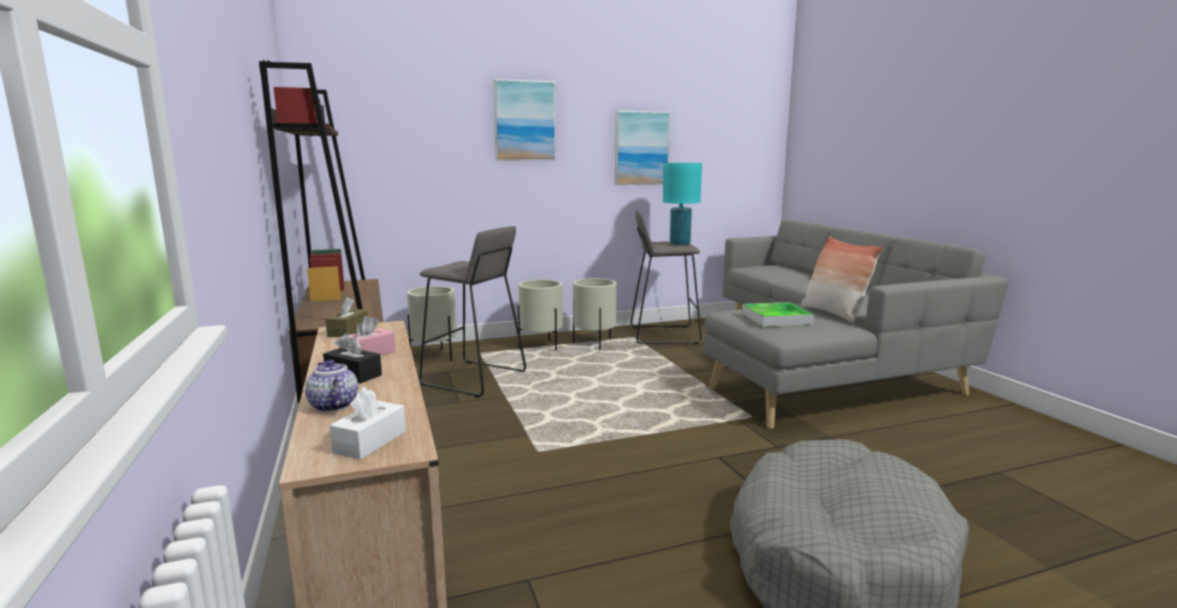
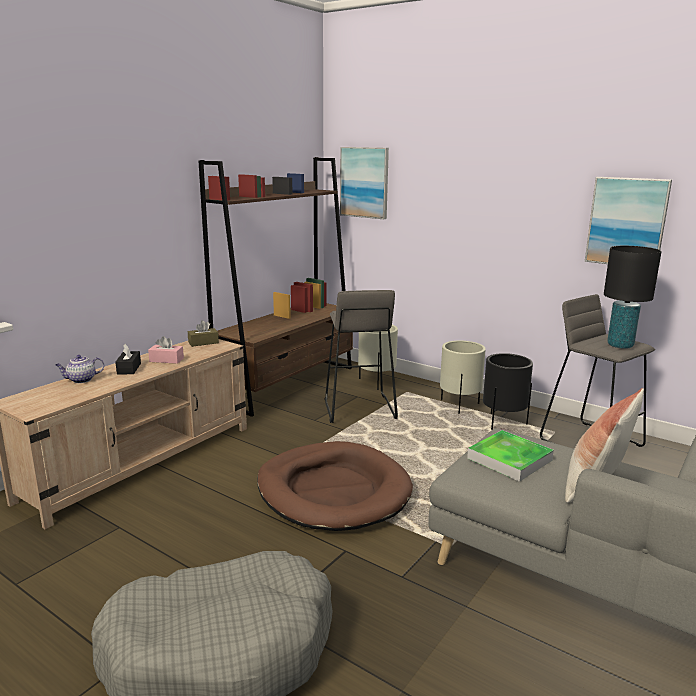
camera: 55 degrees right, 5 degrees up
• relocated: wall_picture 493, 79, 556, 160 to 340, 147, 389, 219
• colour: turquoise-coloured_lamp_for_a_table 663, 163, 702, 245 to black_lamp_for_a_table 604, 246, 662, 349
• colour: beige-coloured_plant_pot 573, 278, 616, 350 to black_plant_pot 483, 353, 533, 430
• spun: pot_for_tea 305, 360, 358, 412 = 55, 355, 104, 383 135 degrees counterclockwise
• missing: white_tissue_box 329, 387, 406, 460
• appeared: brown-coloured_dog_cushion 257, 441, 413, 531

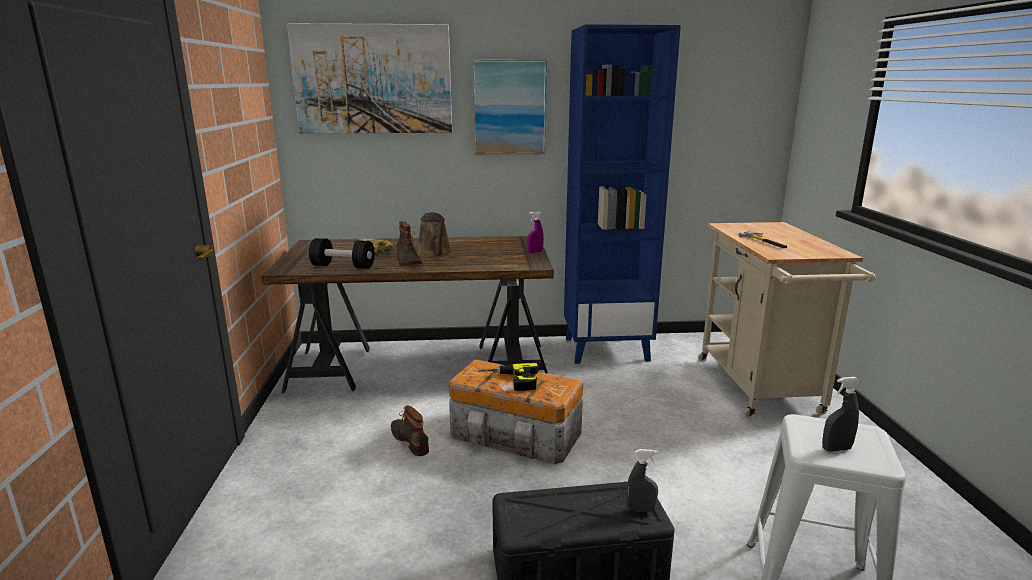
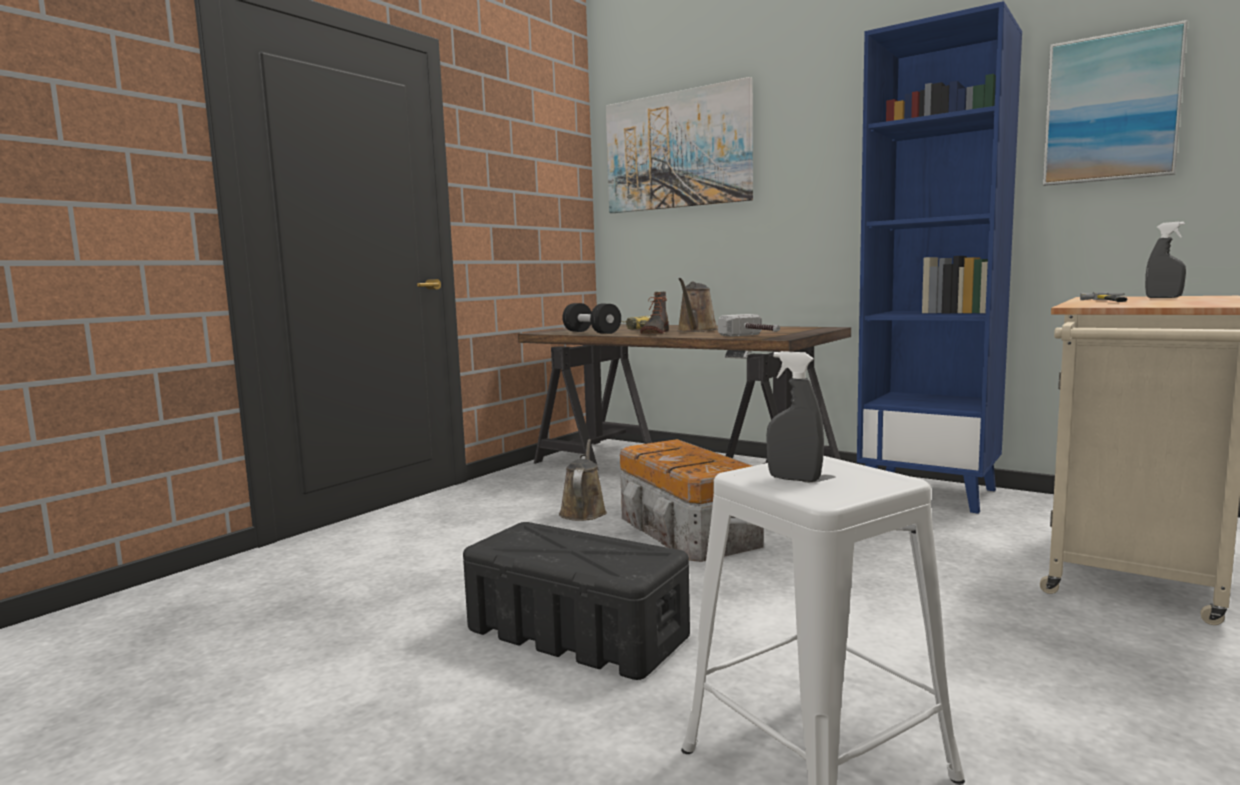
camera: 40 degrees right, 10 degrees down
• relocated: wall_picture 472, 59, 547, 155 to 1043, 20, 1188, 186
• missing: purple-coloured_hand_sprayer 527, 211, 544, 253
• missing: power_drill 478, 363, 539, 391
• exchanged: boot 391, 405, 429, 456 to brown-coloured_watering_pot 559, 439, 607, 521
• relocated: greyish_hand_sprayer 626, 449, 658, 512 to 1145, 221, 1186, 298
• appeared: hammer 718, 314, 780, 337

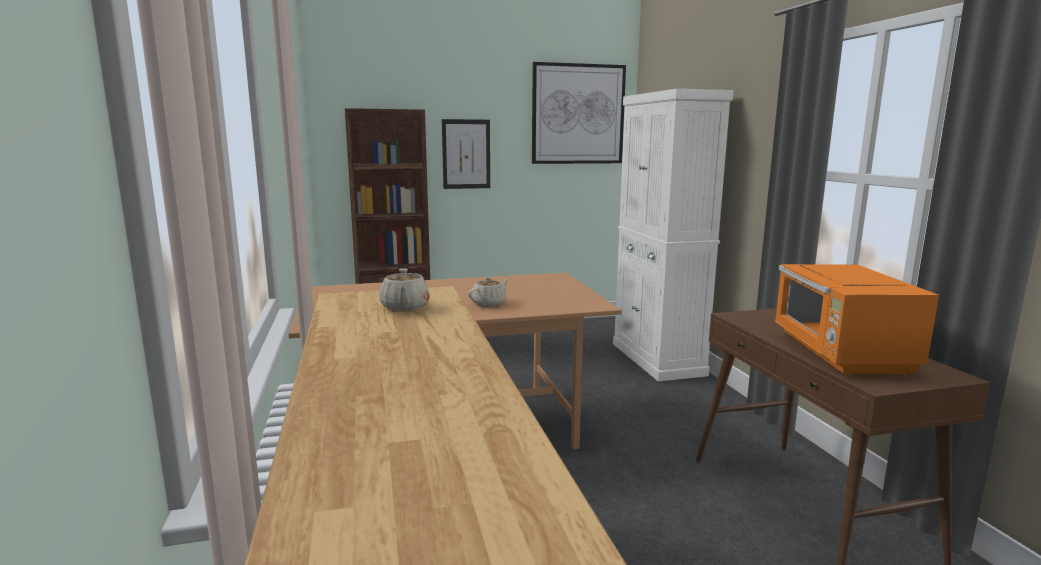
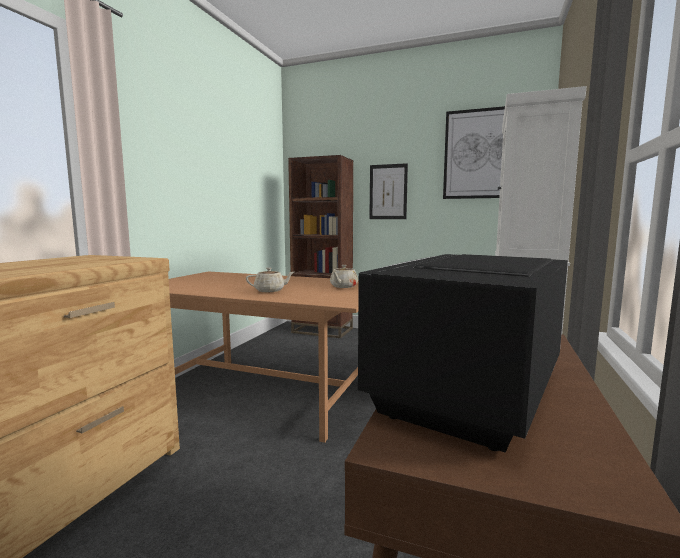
camera: 35 degrees right, 5 degrees down
• colour: orange_microwave 775, 264, 939, 376 to black_microwave 358, 254, 568, 452
• relocated: beige-coloured_pot_for_tea 379, 268, 430, 311 to 330, 265, 358, 288

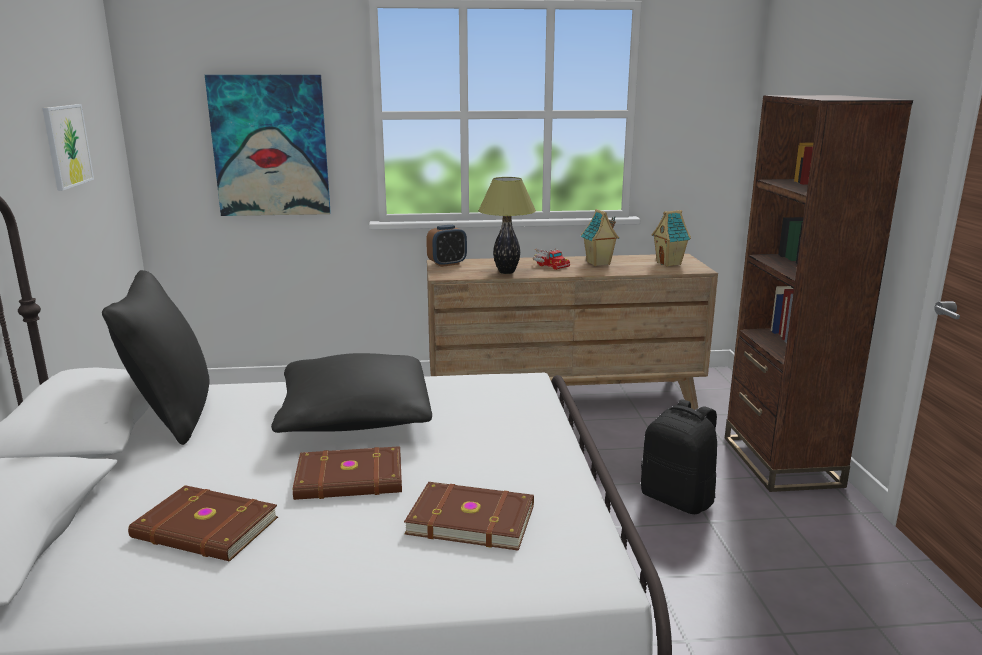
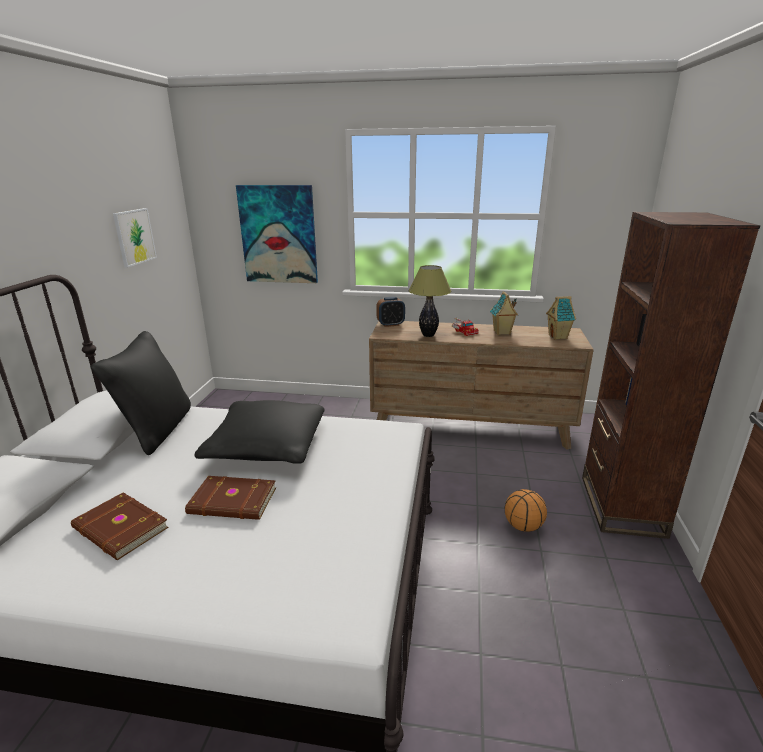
camera: 15 degrees right, 5 degrees up
• exchanged: black_backpack 641, 399, 717, 514 to basketball 505, 489, 547, 532
• missing: brown-coloured_bound_book 404, 482, 534, 551

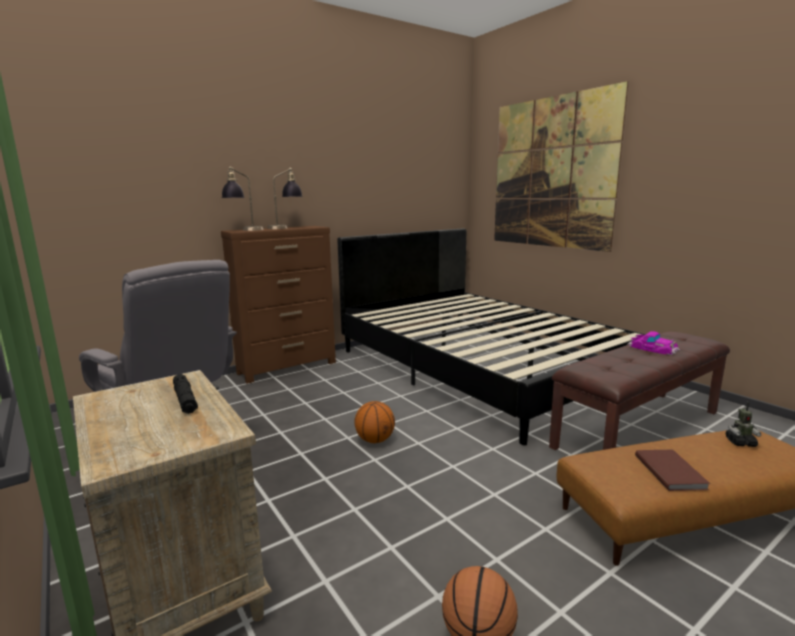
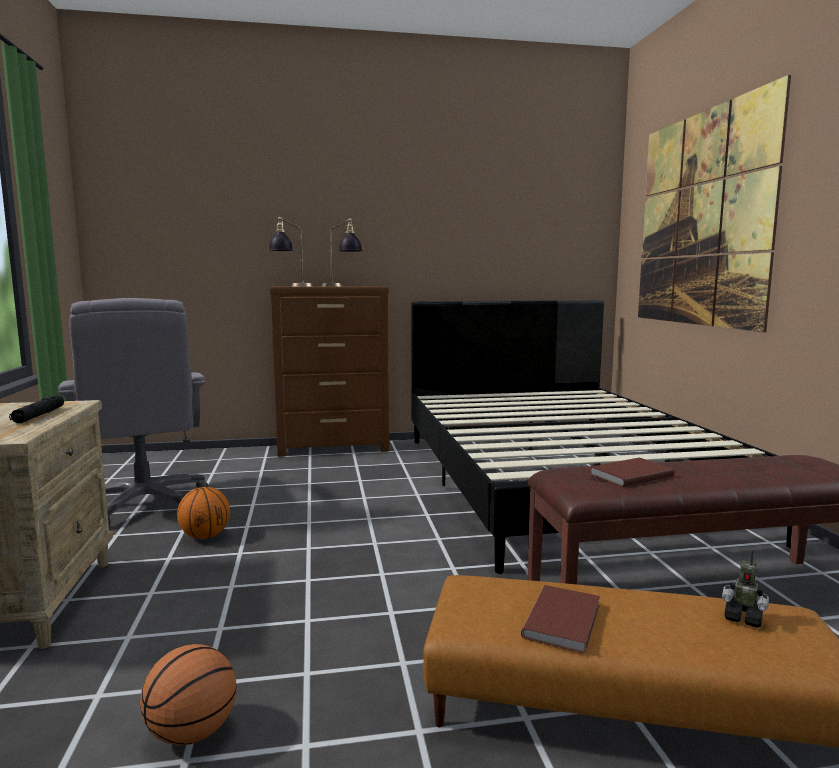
camera: 25 degrees right, 5 degrees down
• missing: toy_car 627, 331, 680, 355
• relocated: basketball 354, 401, 395, 443 to 177, 487, 230, 539
• appeared: brown-coloured_bound_book 590, 457, 674, 487

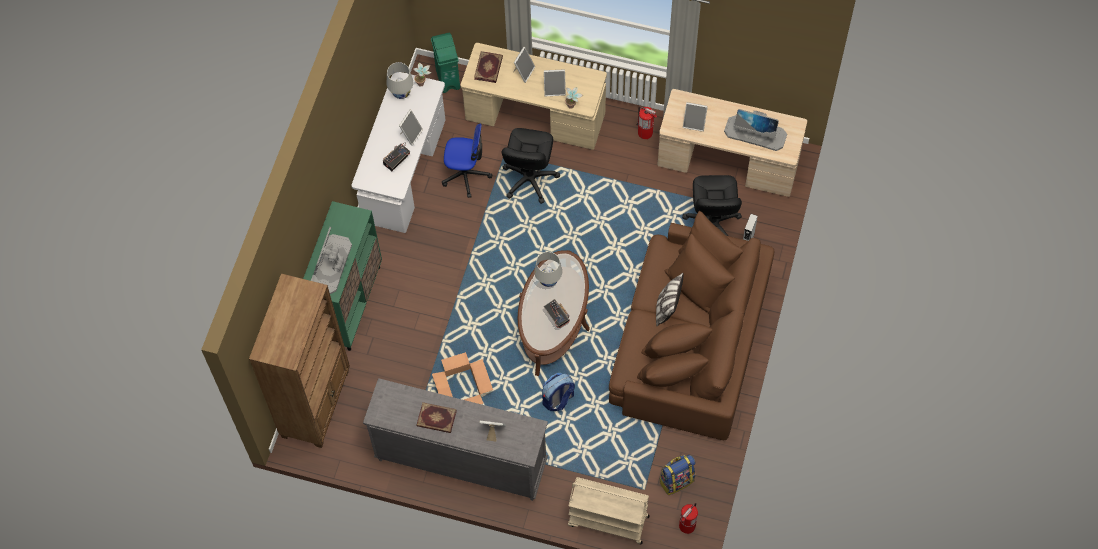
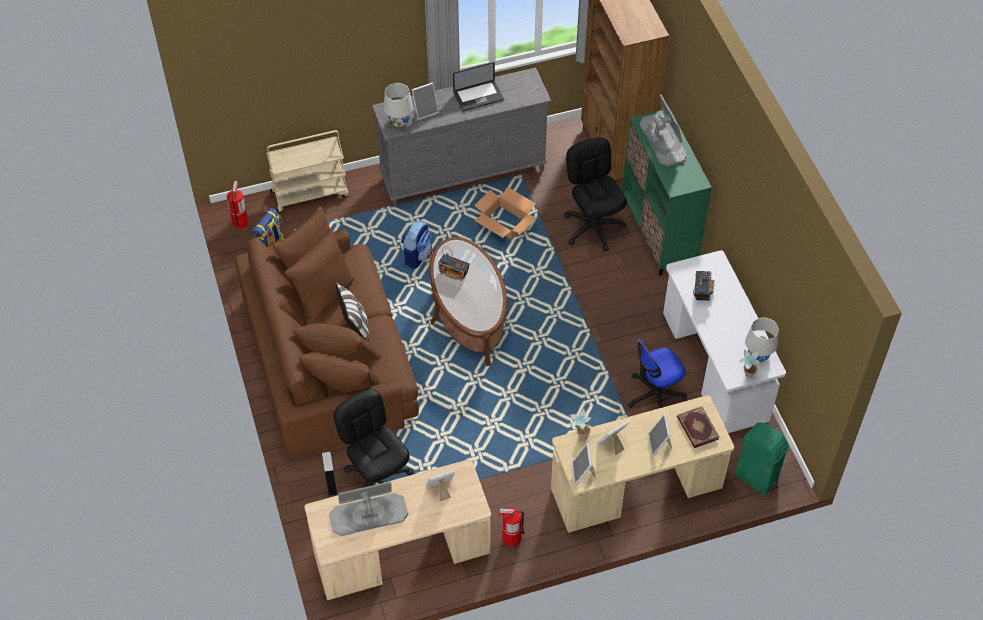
camera: 145 degrees right, 10 degrees down
• relocated: picture_frame 399, 110, 423, 146 to 572, 443, 595, 485
• relocated: black_desk_chair 501, 128, 560, 204 to 564, 138, 627, 251
• relocated: white_lamp_for_a_table 534, 252, 562, 287 to 384, 83, 413, 127
• exchanged: bound_book 416, 402, 457, 433 to notebook_computer 453, 62, 504, 111

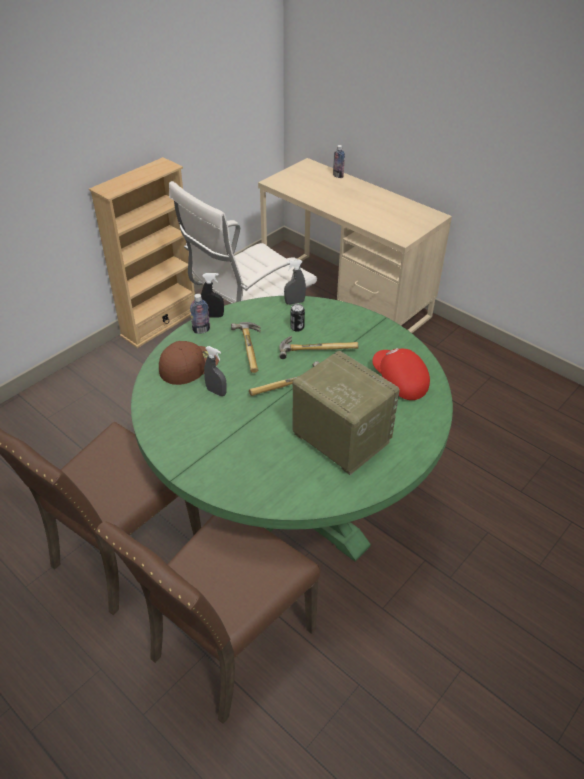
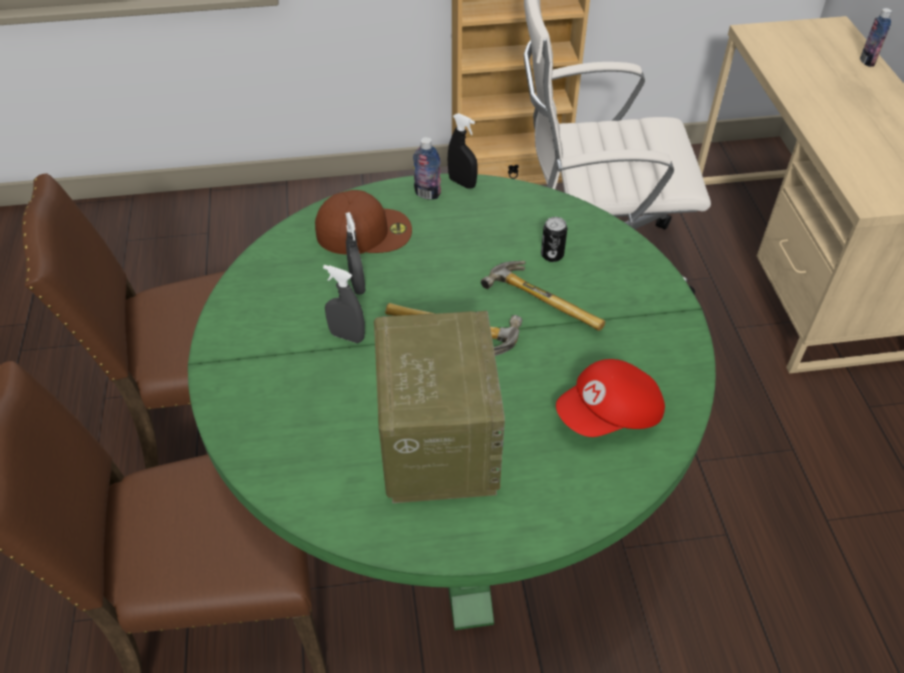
camera: 40 degrees right, 5 degrees up
• relocated: greyish_hand_sprayer 284, 259, 306, 305 to 323, 265, 365, 343
• missing: hammer 231, 322, 261, 373
• spun: reddish_baseball_cap 372, 348, 430, 400 = 556, 359, 665, 437 120 degrees counterclockwise

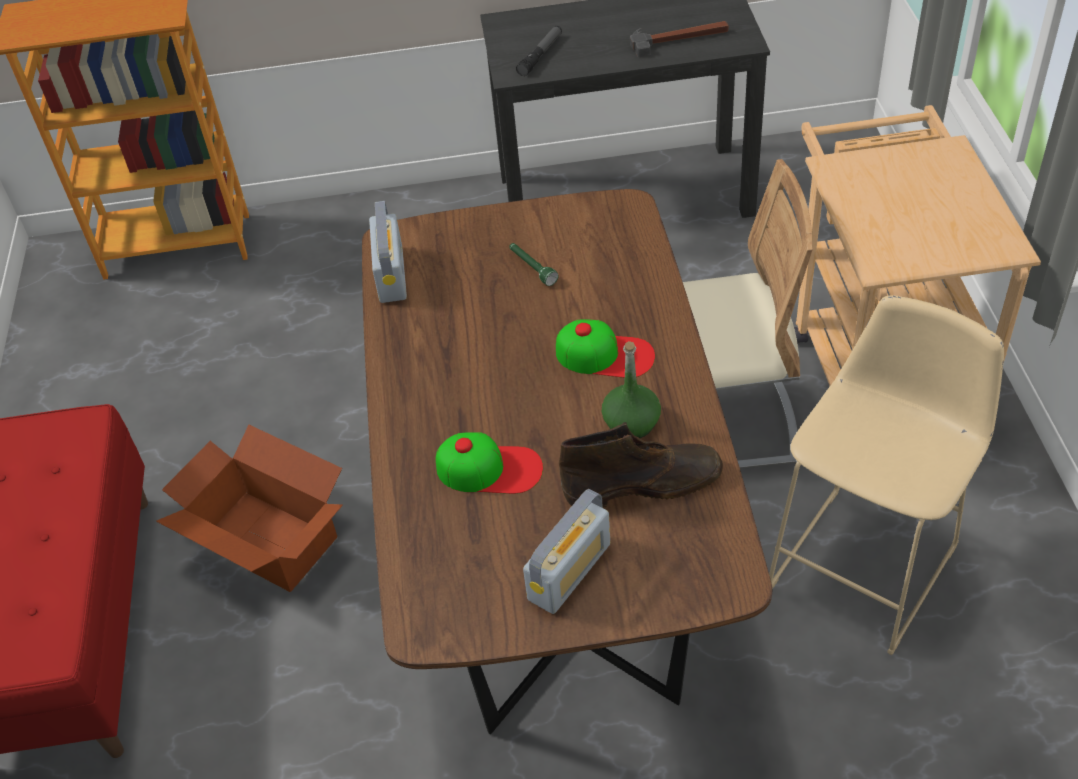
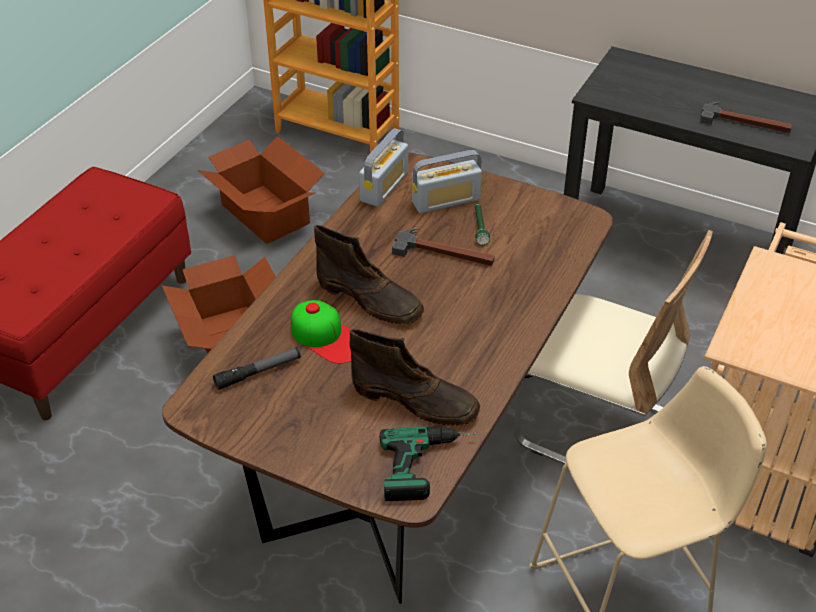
camera: 30 degrees right, 5 degrees down
• relocated: hand_torch 516, 26, 562, 76 to 213, 348, 301, 390
• missing: baseball_cap 556, 319, 655, 378
• missing: greenish_drink_bottle 602, 341, 661, 438
• relocated: radio 523, 489, 610, 614 to 412, 150, 482, 213
• appeared: carton 198, 136, 325, 244
• appeared: brown-coloured_boot 314, 225, 424, 324
• appeared: hammer 392, 228, 495, 266
• appeared: power_drill 380, 426, 477, 501

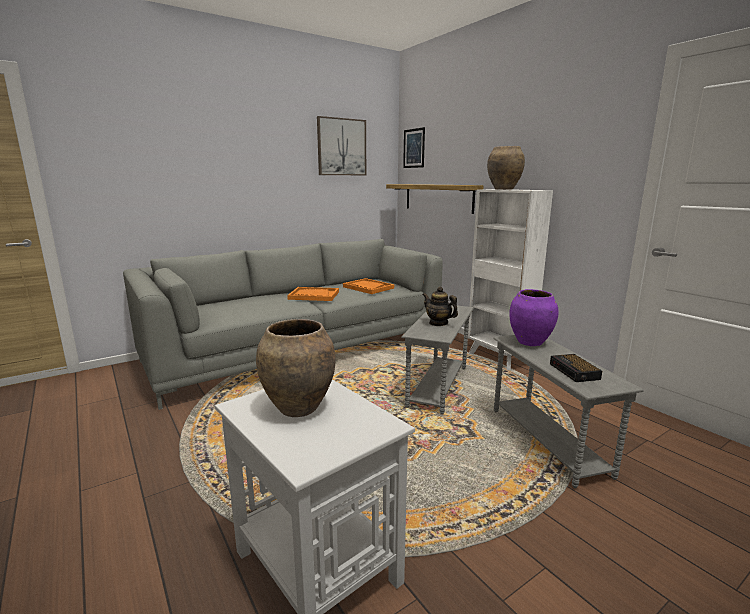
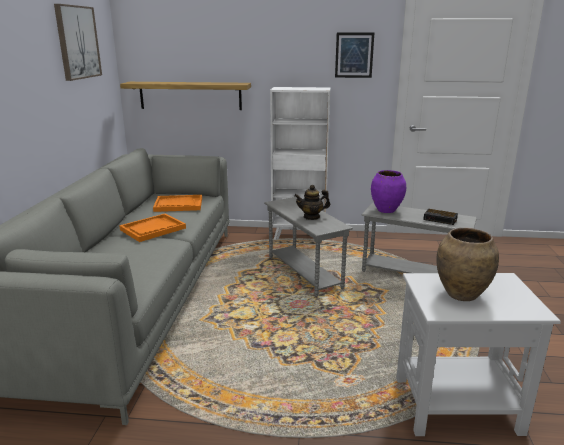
camera: 50 degrees left, 5 degrees up
• relocated: wall_picture 403, 127, 425, 168 to 335, 32, 375, 78
• missing: brown-coloured_decorative_vase 487, 146, 525, 190

